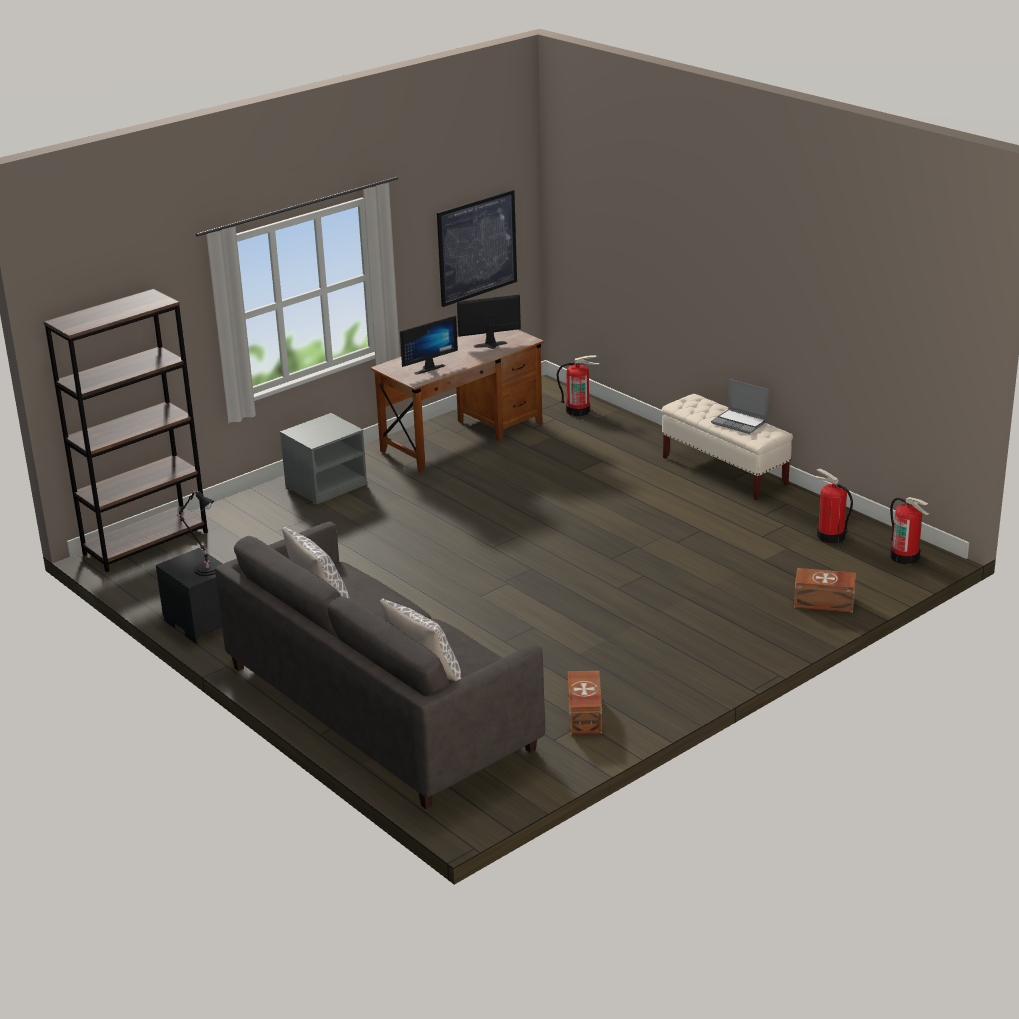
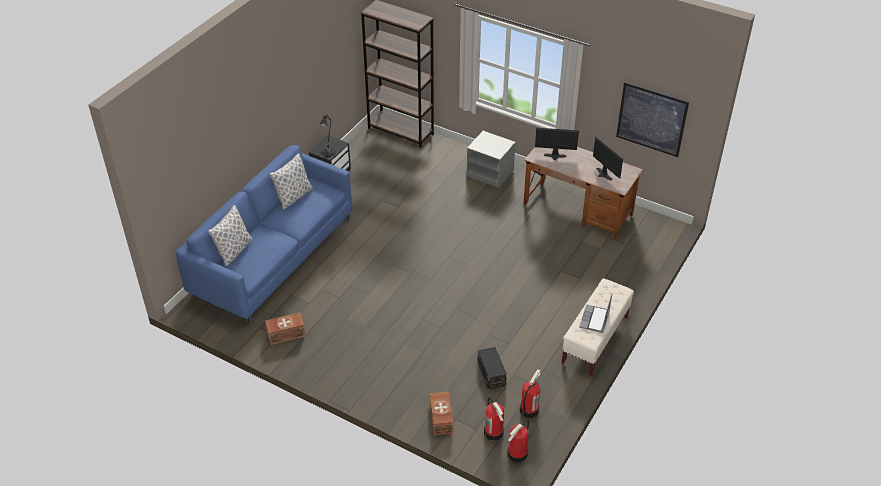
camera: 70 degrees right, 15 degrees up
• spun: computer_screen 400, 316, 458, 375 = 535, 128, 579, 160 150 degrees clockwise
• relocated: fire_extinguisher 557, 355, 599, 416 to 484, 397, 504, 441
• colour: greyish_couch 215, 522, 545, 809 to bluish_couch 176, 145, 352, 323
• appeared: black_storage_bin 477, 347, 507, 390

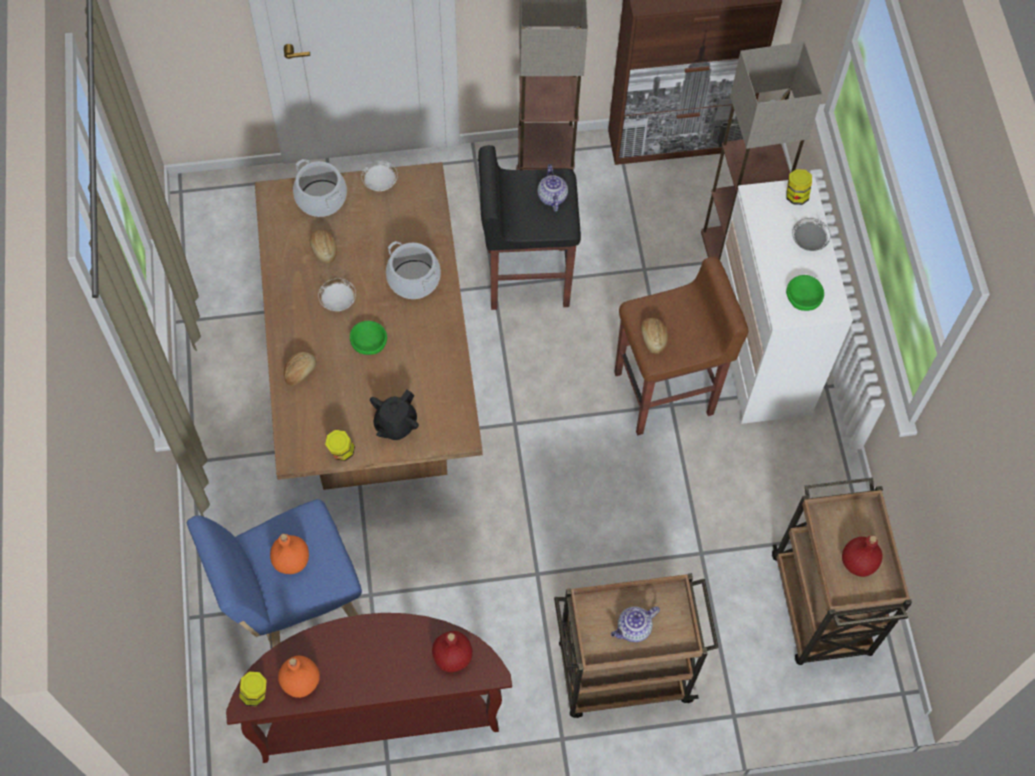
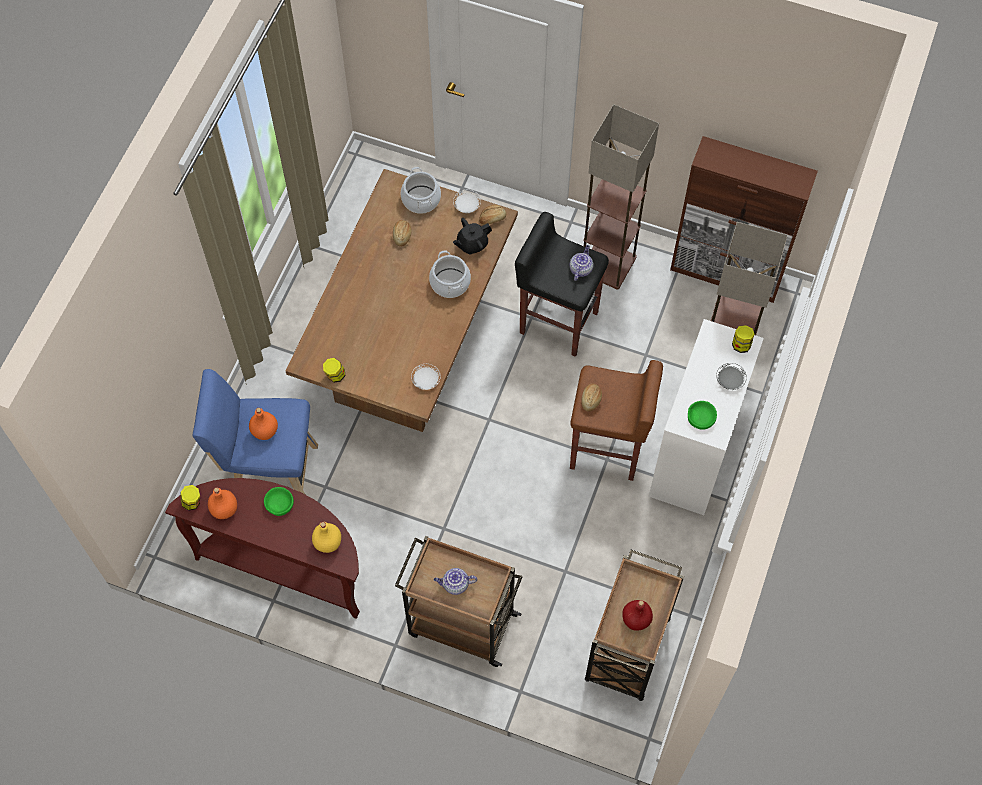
camera: 30 degrees right, 0 degrees up
• relocated: white_dinner_plate 318, 278, 356, 311 to 411, 364, 441, 390
• relocated: greenish_bowl 350, 321, 387, 355 to 264, 487, 294, 516
• relocated: baked_bread 284, 352, 317, 386 to 479, 205, 506, 225
• relocated: black_pot_for_tea 370, 390, 419, 440 to 453, 218, 492, 254
• colour: reddish_drink_bottle 432, 631, 473, 672 to yellowish_drink_bottle 312, 522, 341, 553

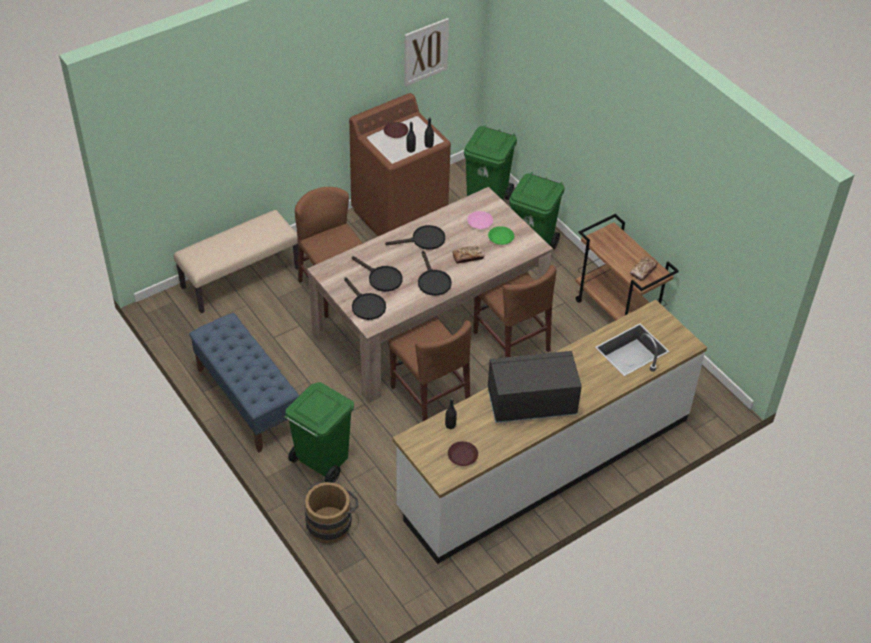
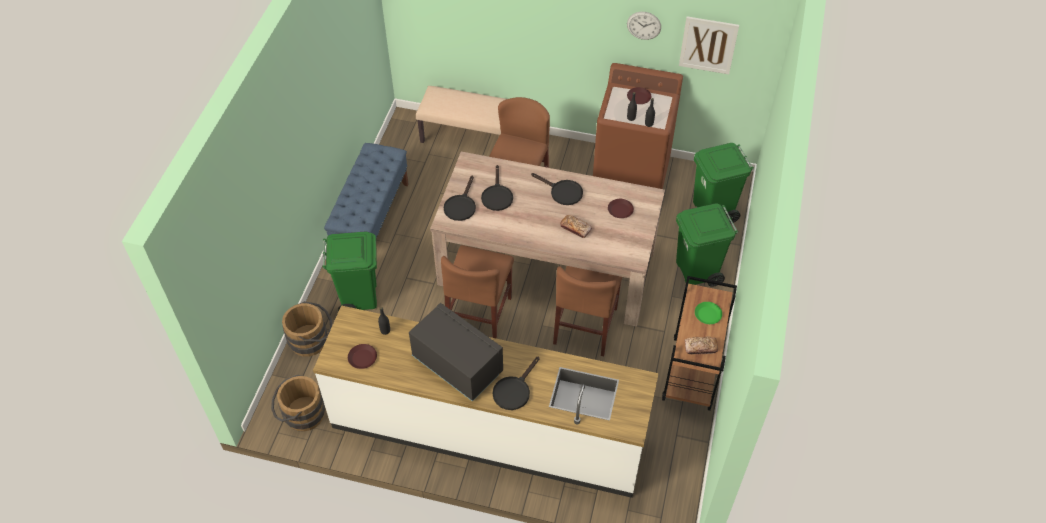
camera: 50 degrees right, 5 degrees up
• colour: pinkish_dinner_plate 467, 211, 493, 229 to brown-coloured_dinner_plate 608, 199, 634, 218
• relocated: greenish_dinner_plate 488, 226, 514, 245 to 695, 302, 722, 324
• relocated: black_pan 418, 251, 452, 296 to 493, 356, 540, 410
• appeared: wall_clock 627, 12, 661, 40
• appeared: brown-coloured_pail 271, 374, 325, 432

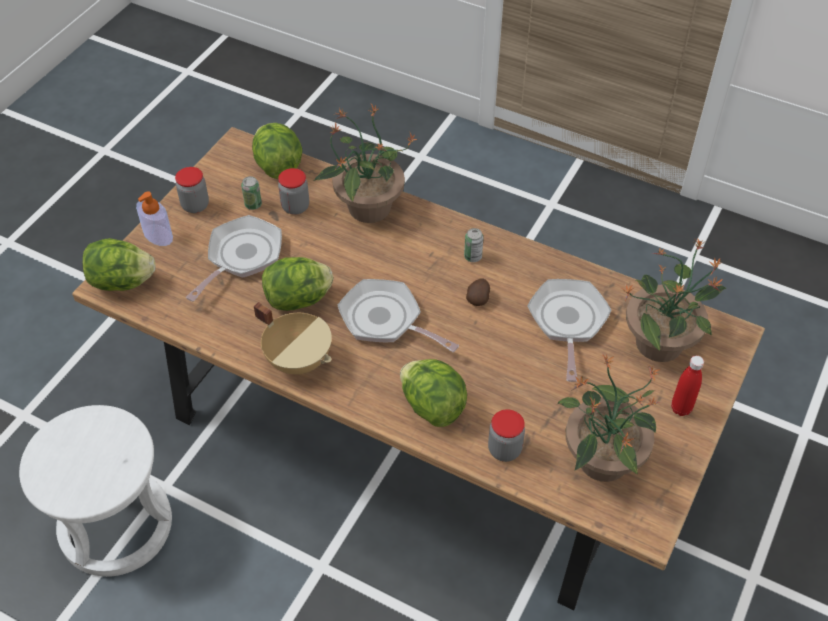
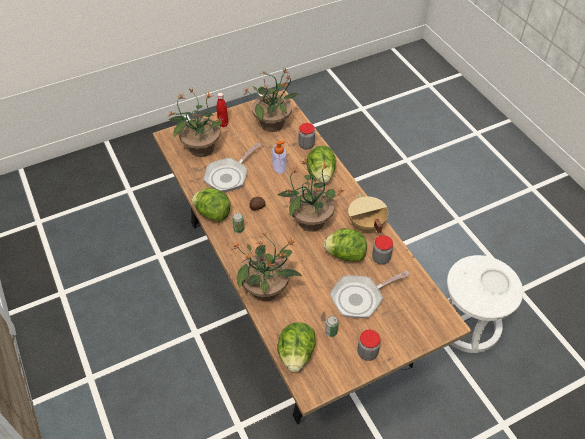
camera: 145 degrees left, 0 degrees up
• relocated: storage_jar 278, 168, 309, 215 to 372, 235, 393, 265
• relocated: soap_bottle 136, 191, 173, 246 to 272, 141, 286, 174
• relocated: lettuce_head 83, 238, 155, 291 to 191, 188, 231, 222
• exchanged: pan 338, 279, 459, 352 to houseplant 278, 159, 344, 232
• appeared: white_dinner_plate 479, 268, 511, 294

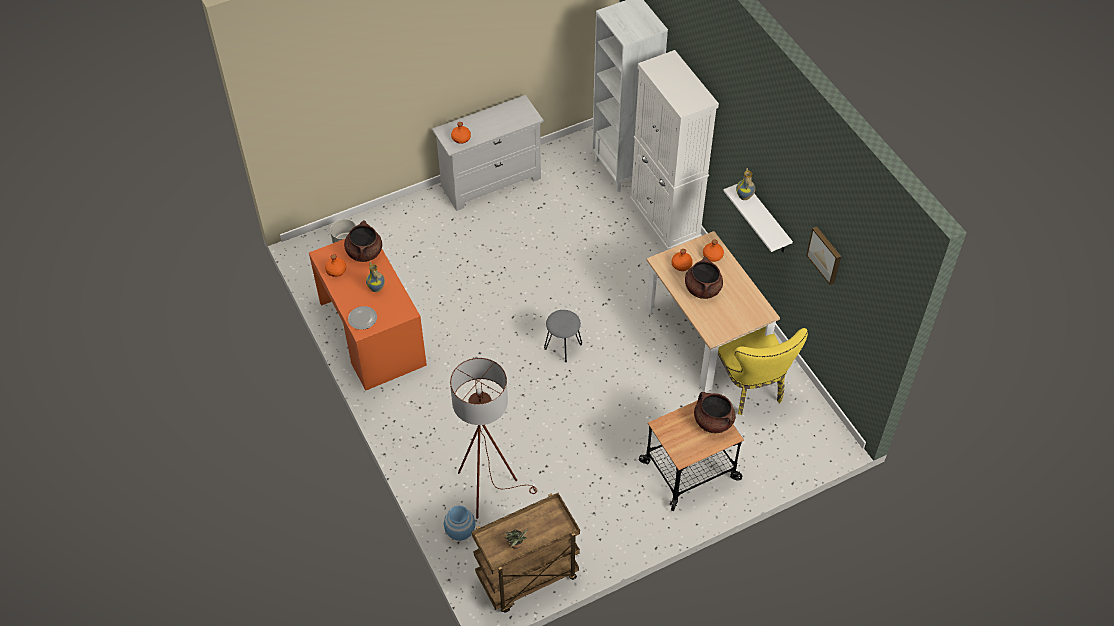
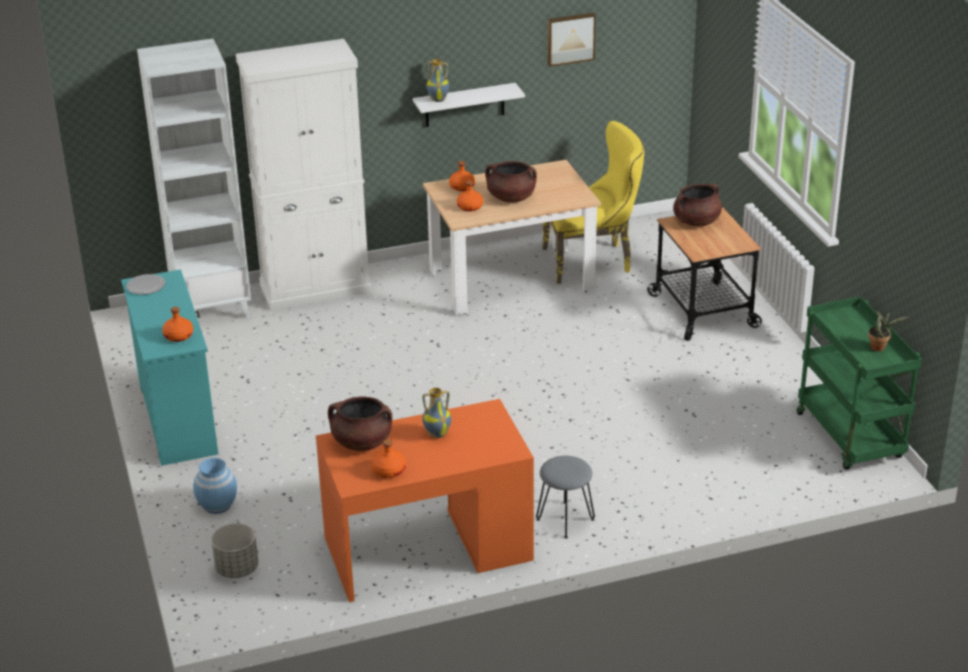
camera: 80 degrees left, 20 degrees down
• colour: white_dresser 432, 95, 544, 211 to turquoise-coloured_dresser 121, 269, 218, 466
• relocated: dinner_plate 348, 306, 377, 330 to 126, 274, 166, 295
• relocated: greyish_stool_seat 544, 310, 582, 362 to 536, 456, 595, 539
• missing: brown-coloured_floor_lamp 450, 358, 537, 519
• colour: brown-coloured_cart 472, 493, 580, 612 to greenish_cart 797, 296, 922, 470
• relocated: bluish_decorative_vase 444, 505, 476, 541 to 193, 458, 237, 514

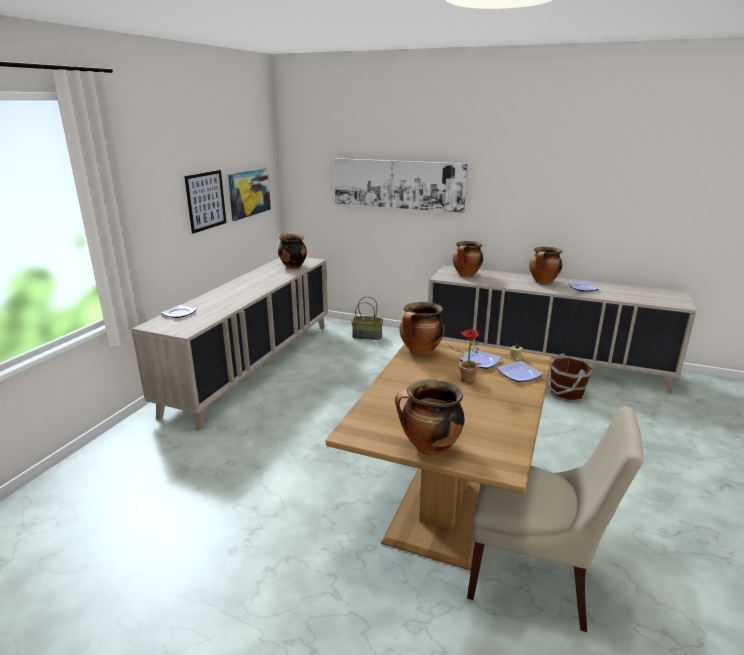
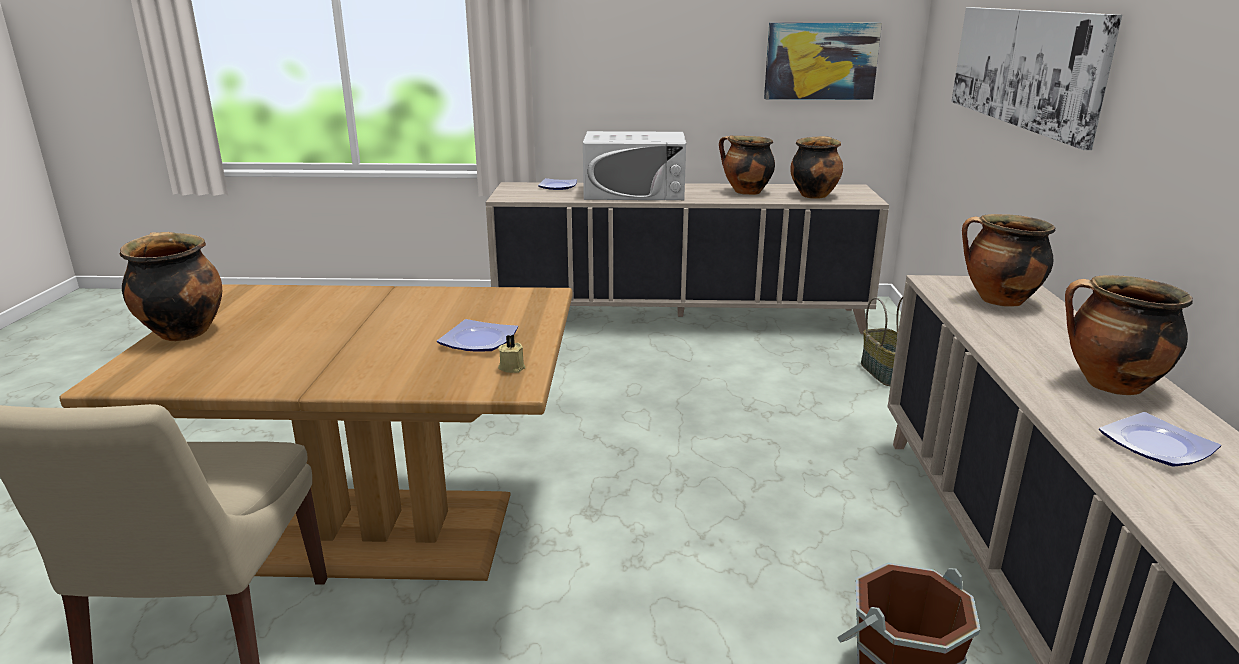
camera: 70 degrees right, 0 degrees up
• missing: wall_picture 184, 170, 226, 234
• relocated: saucepot 399, 302, 445, 355 to 719, 135, 775, 195
• missing: houseplant 448, 329, 481, 383
• missing: dinner_plate 496, 361, 543, 382
• appeared: white_microwave 583, 131, 686, 200

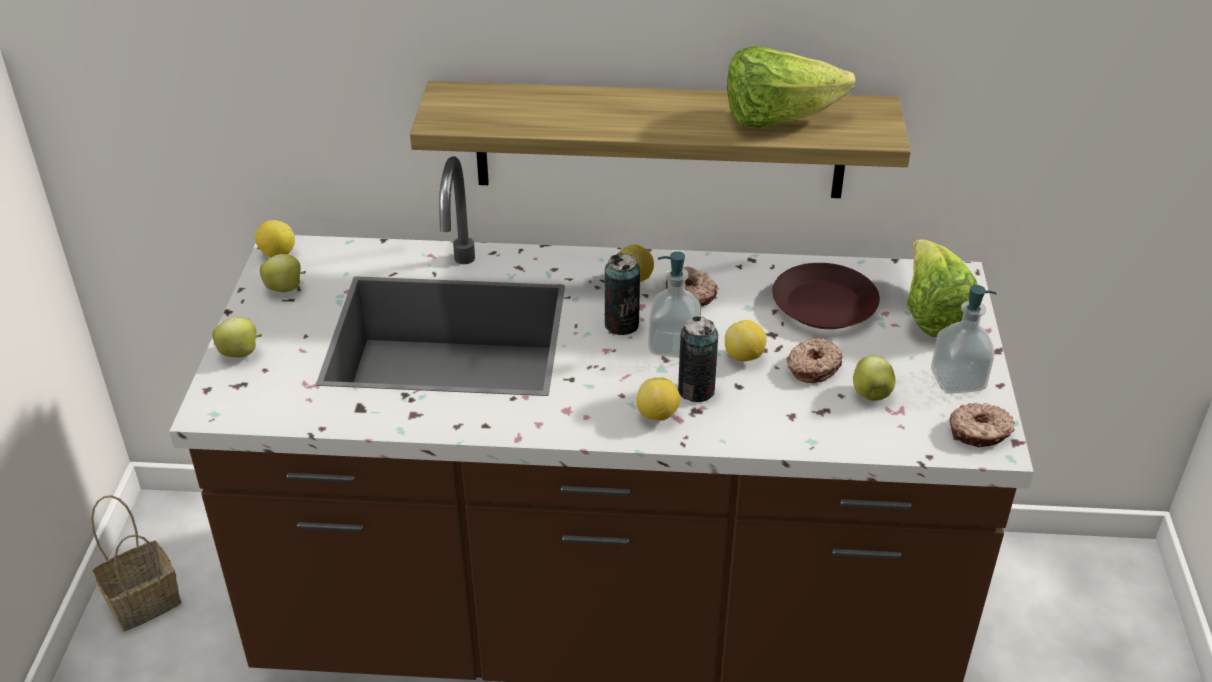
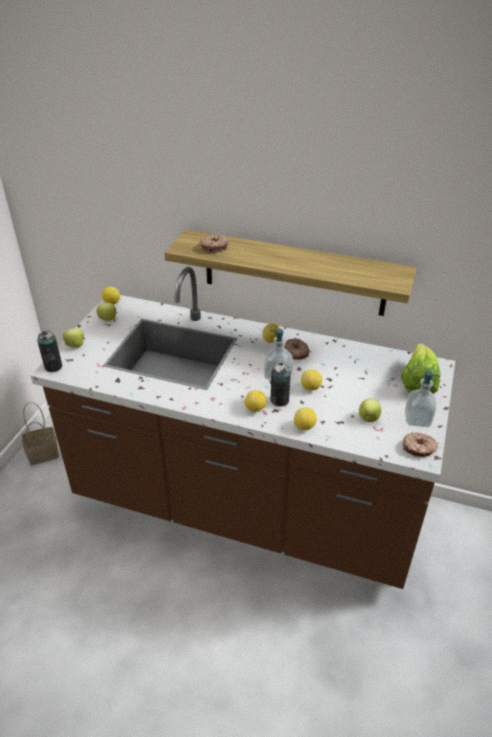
camera: 15 degrees right, 0 degrees up
• missing: lettuce_head 727, 46, 856, 128
• relocated: sealed_can 605, 253, 640, 335 to 37, 331, 62, 372
• missing: brown-coloured_dinner_plate 772, 263, 880, 329
• relocated: doughnut 786, 338, 843, 383 to 199, 234, 229, 253
• appeared: whole_lemon 294, 407, 317, 430

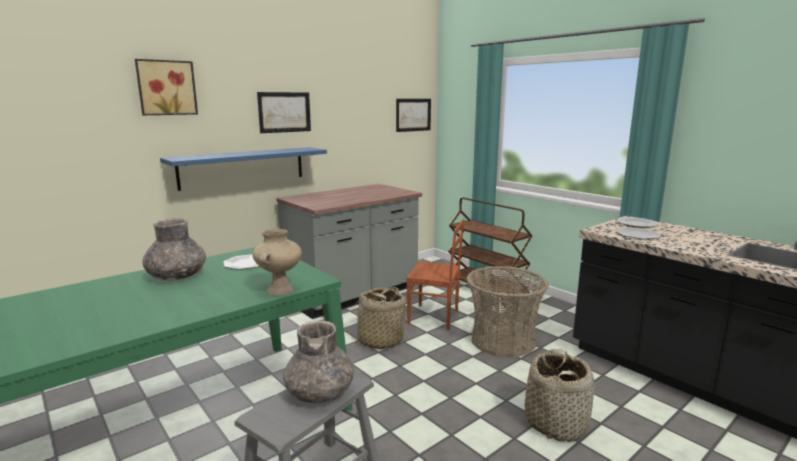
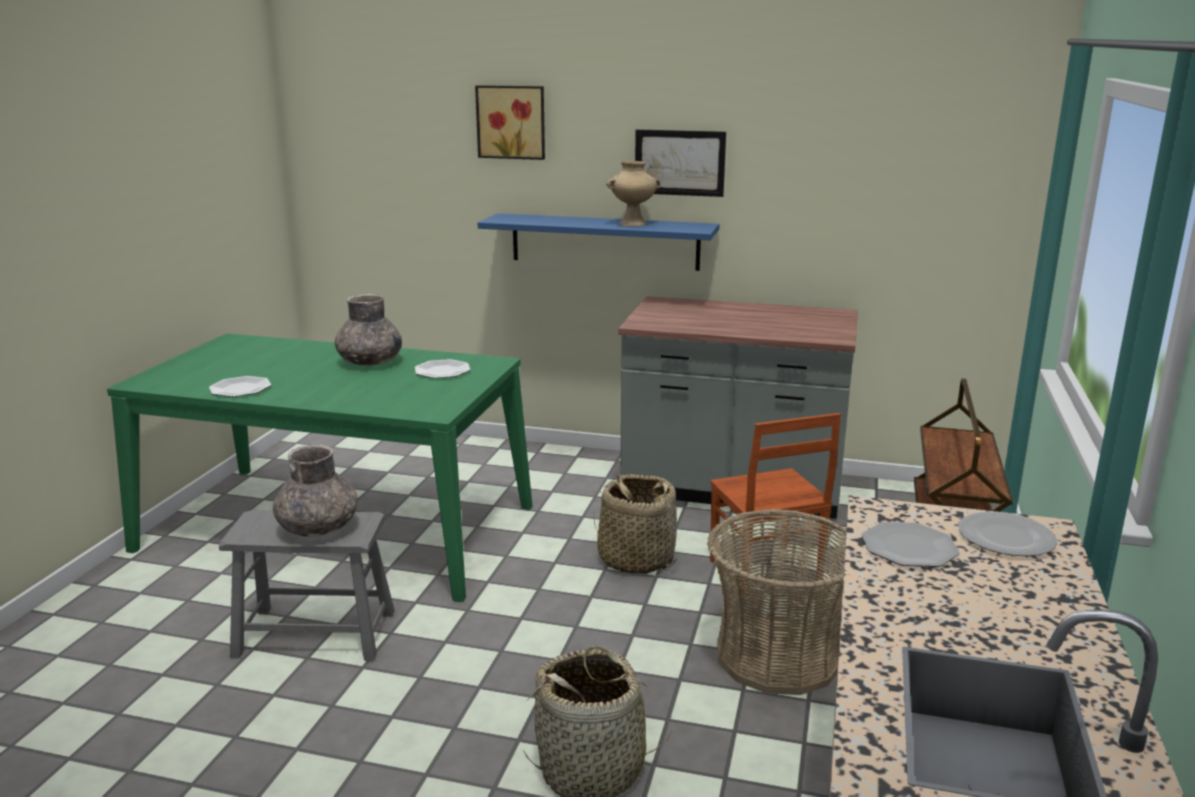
camera: 55 degrees right, 5 degrees up
• missing: wall_picture 396, 99, 431, 132
• relocated: beige-coloured_decorative_vase 252, 229, 302, 296 to 606, 161, 661, 227
• appeared: dinner_plate 209, 376, 271, 397

